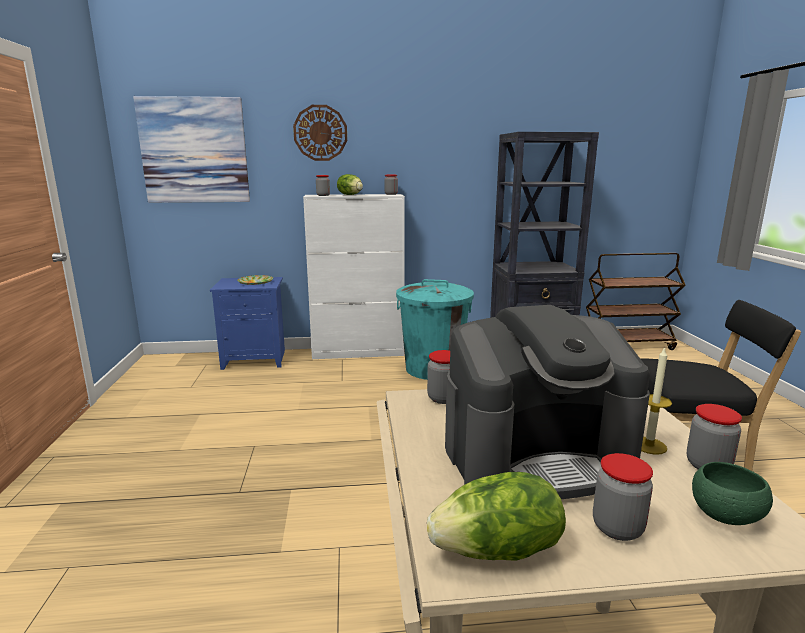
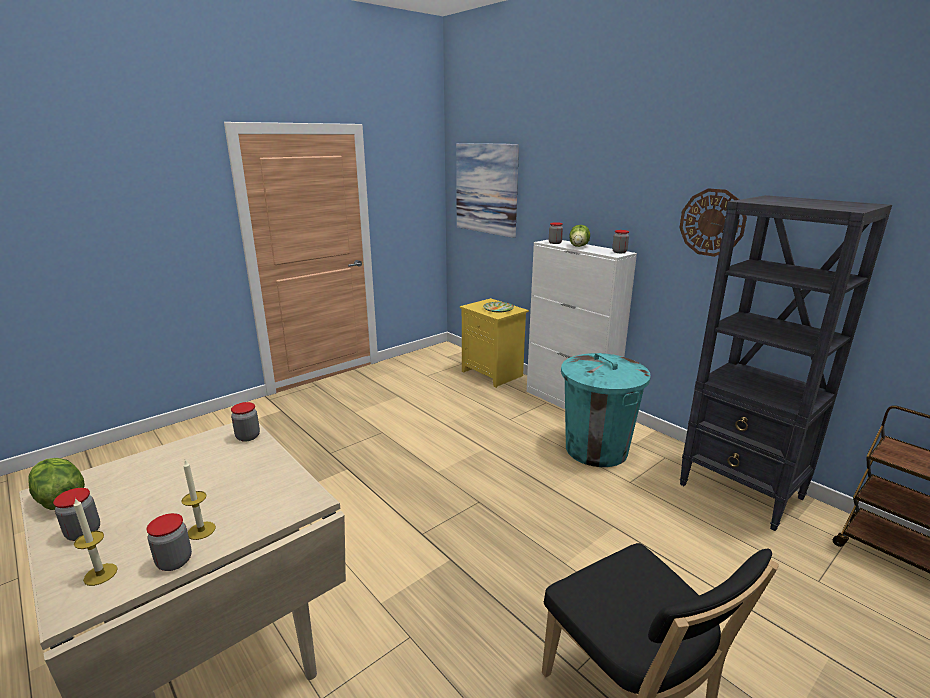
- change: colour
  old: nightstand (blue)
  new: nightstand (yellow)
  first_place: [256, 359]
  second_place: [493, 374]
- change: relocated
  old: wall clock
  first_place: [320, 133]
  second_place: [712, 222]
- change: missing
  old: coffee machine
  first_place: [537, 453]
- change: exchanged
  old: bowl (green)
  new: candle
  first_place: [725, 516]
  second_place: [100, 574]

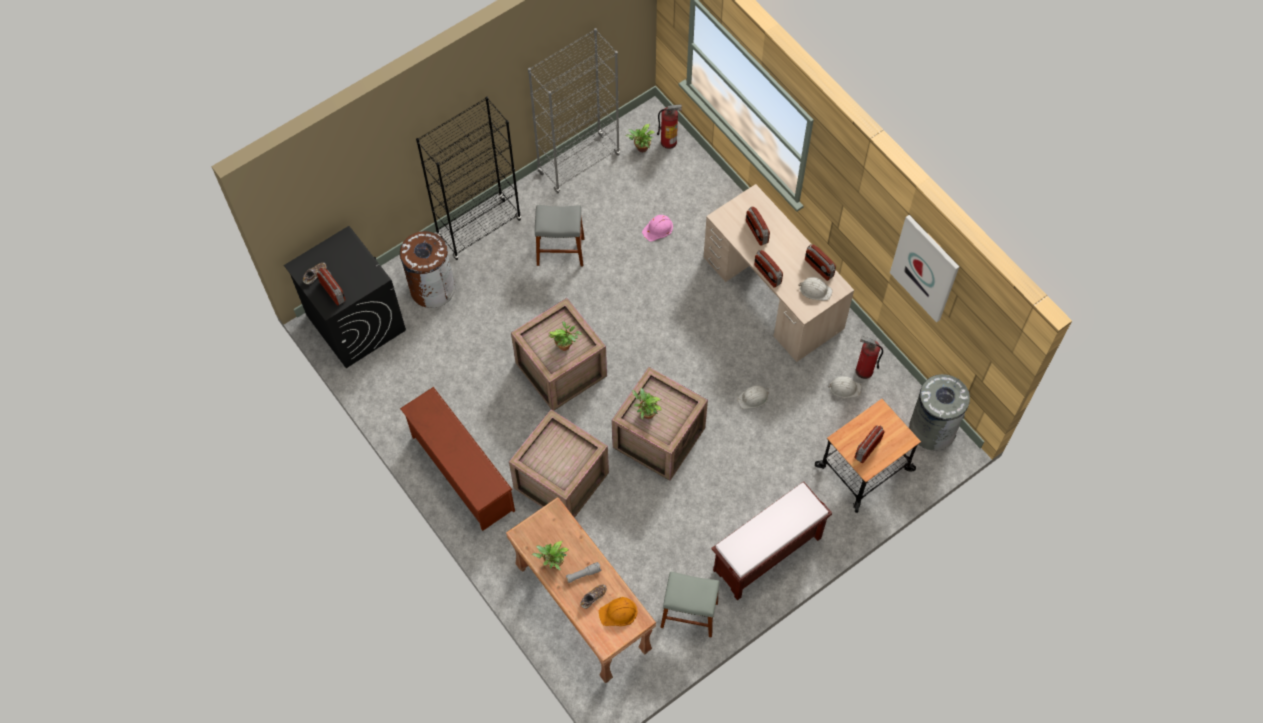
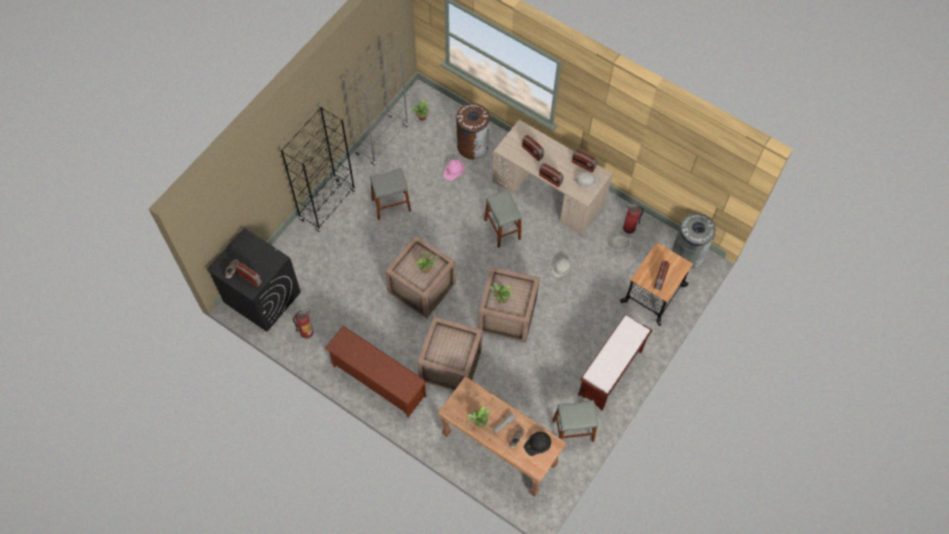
- change: relocated
  old: trash can (brown)
  first_place: [432, 288]
  second_place: [472, 146]
- change: colour
  old: hard hat (orange)
  new: hard hat (black)
  first_place: [618, 612]
  second_place: [538, 443]
- change: relocated
  old: fire extinguisher
  first_place: [669, 141]
  second_place: [306, 332]
- change: missing
  old: picture
  first_place: [925, 268]
- change: appeared
  new: stool (grey)
  second_place: [502, 229]

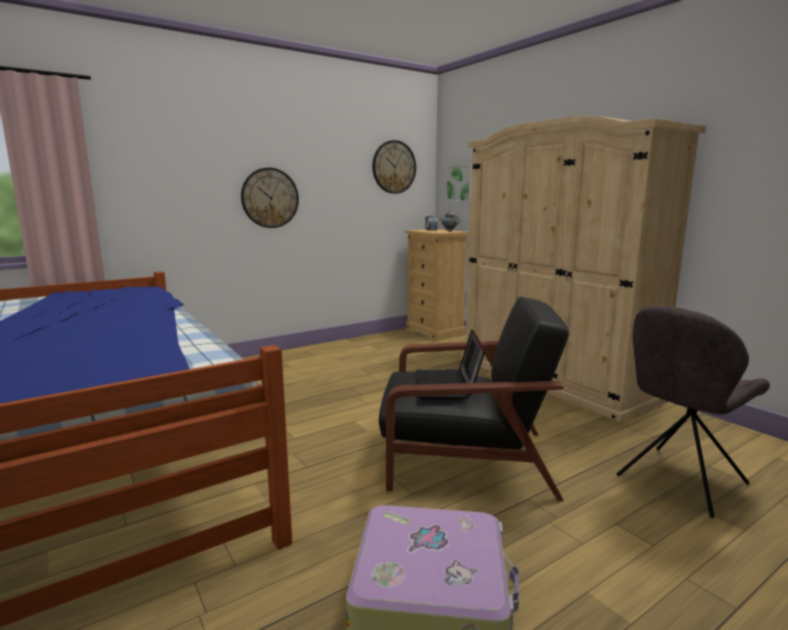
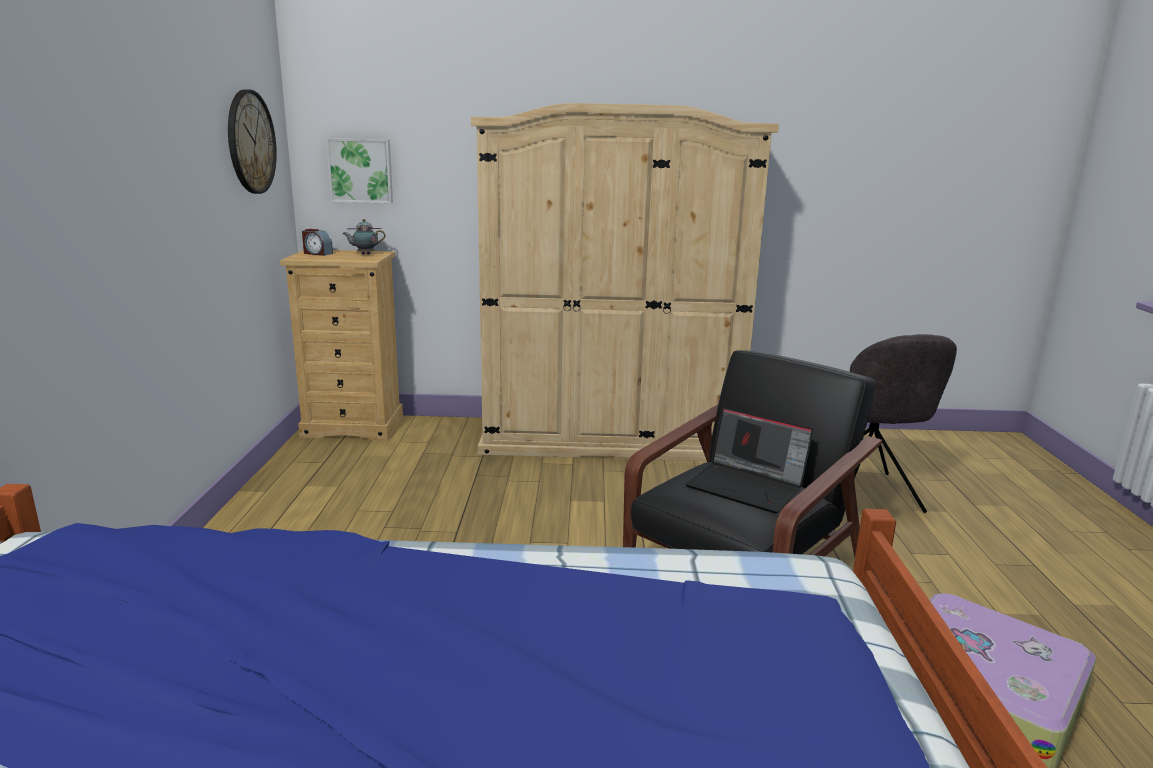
- change: missing
  old: wall clock
  first_place: [270, 198]

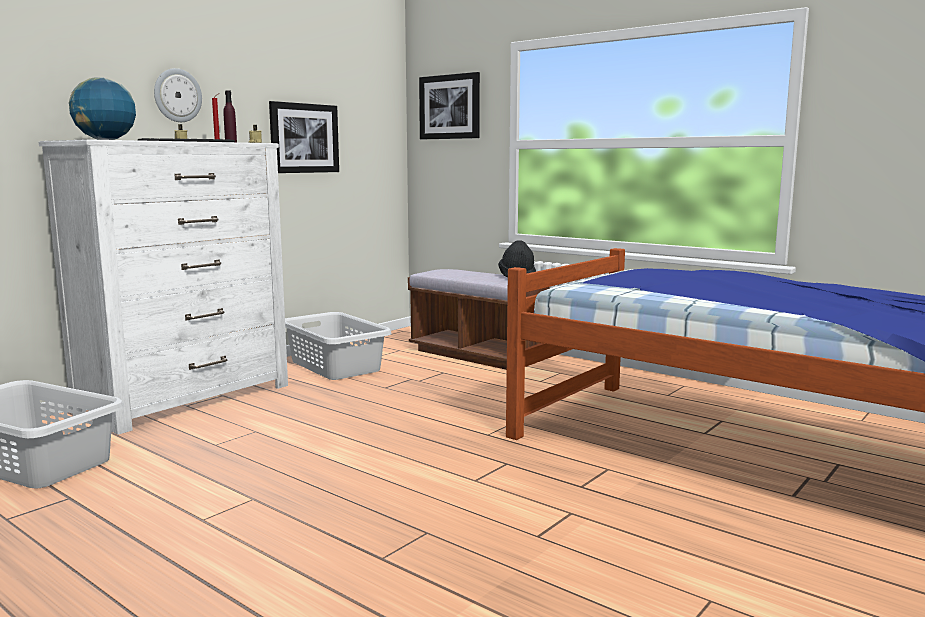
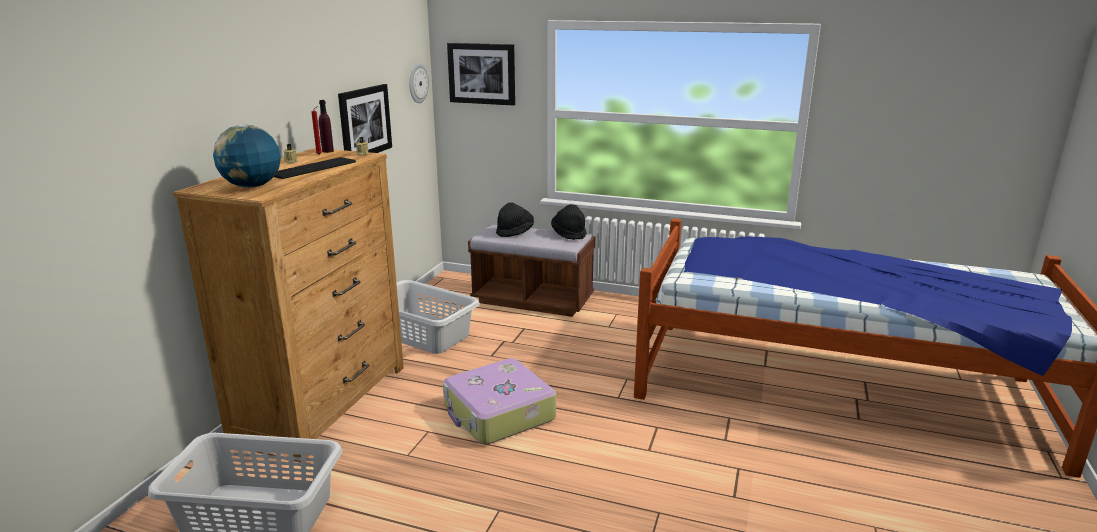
- change: colour
  old: dresser (white)
  new: dresser (brown)
  first_place: [186, 398]
  second_place: [323, 401]
- change: relocated
  old: wall clock
  first_place: [177, 95]
  second_place: [418, 83]
- change: appeared
  new: suitcase
  second_place: [498, 414]
- change: appeared
  new: hat (black)
  second_place: [515, 232]

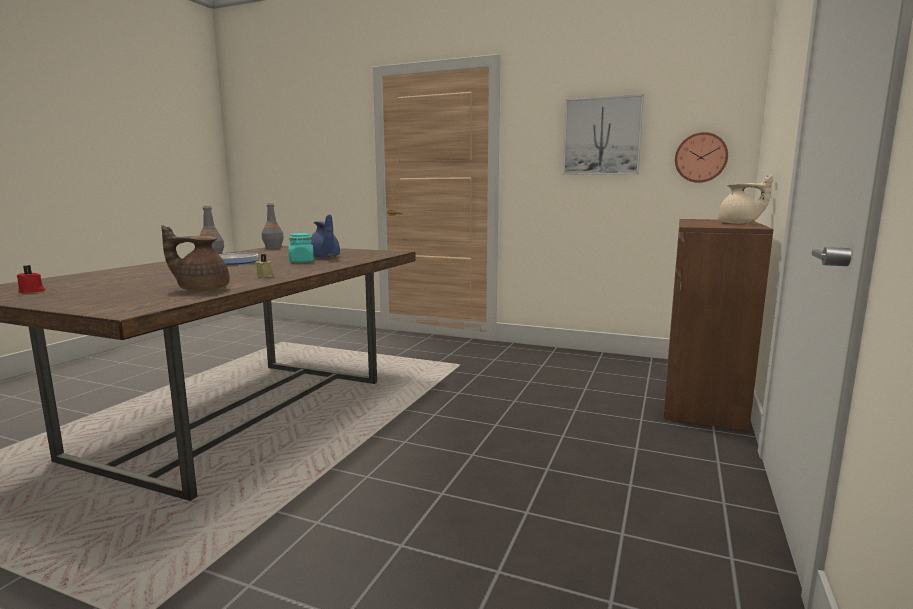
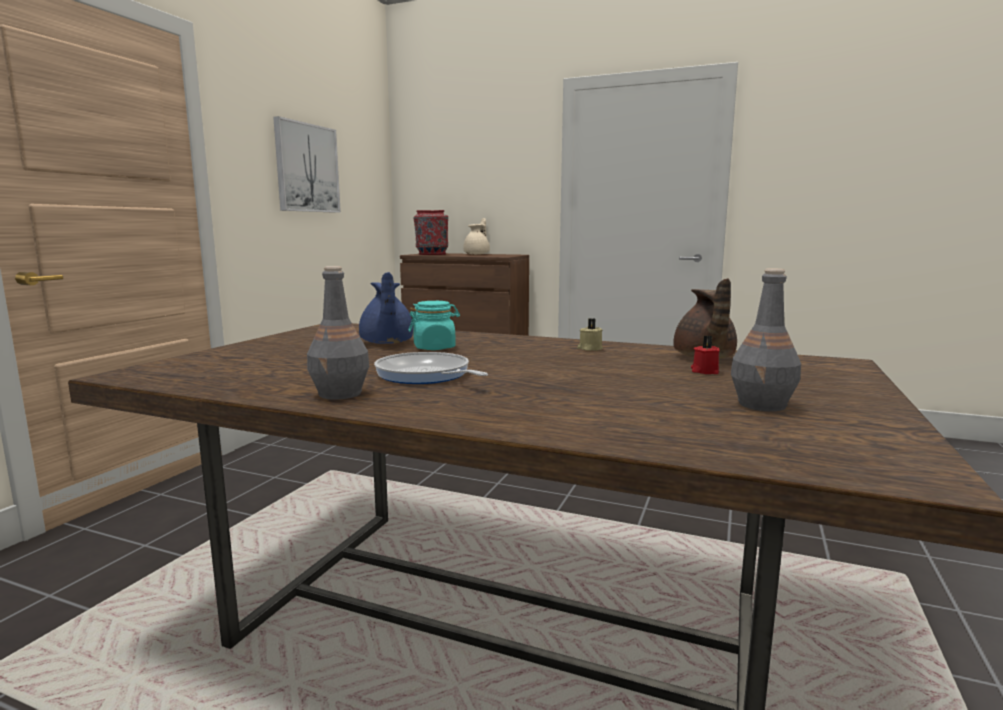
- change: relocated
  old: candle (red)
  first_place: [32, 291]
  second_place: [704, 371]
- change: relocated
  old: bottle (grey)
  first_place: [273, 247]
  second_place: [763, 405]
- change: spun
  old: teapot (blue)
  first_place: [324, 257]
  second_place: [386, 343]
  degrees: 105
- change: missing
  old: wall clock
  first_place: [700, 157]
- change: appeared
  new: vase (red)
  second_place: [431, 254]

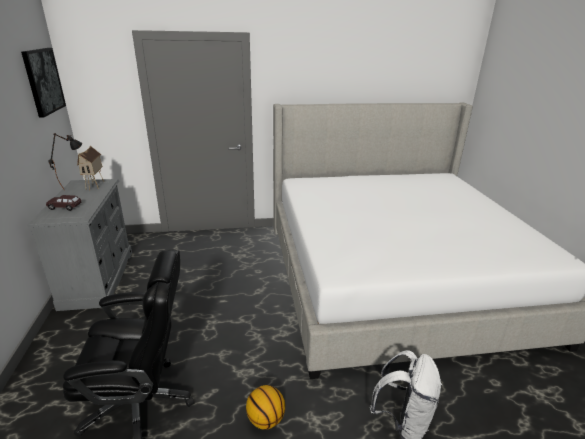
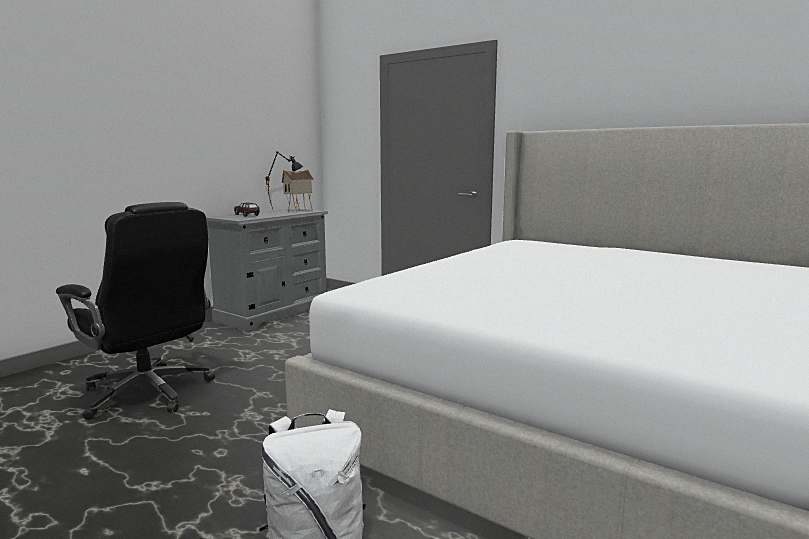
- change: missing
  old: picture
  first_place: [43, 81]
- change: missing
  old: basketball
  first_place: [265, 419]

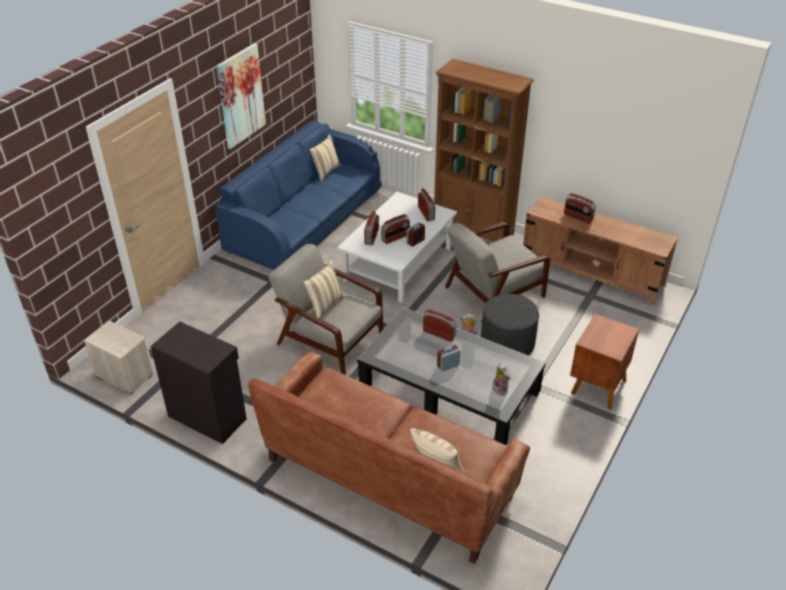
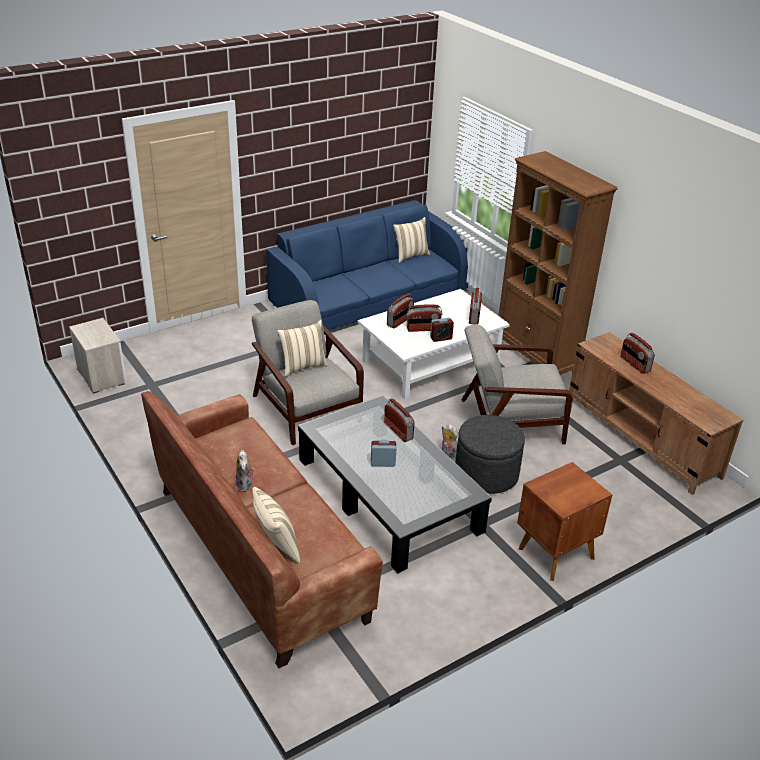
- change: missing
  old: cabinet (black)
  first_place: [207, 416]
- change: missing
  old: picture
  first_place: [241, 96]
- change: relocated
  old: plush toy
  first_place: [501, 390]
  second_place: [245, 485]

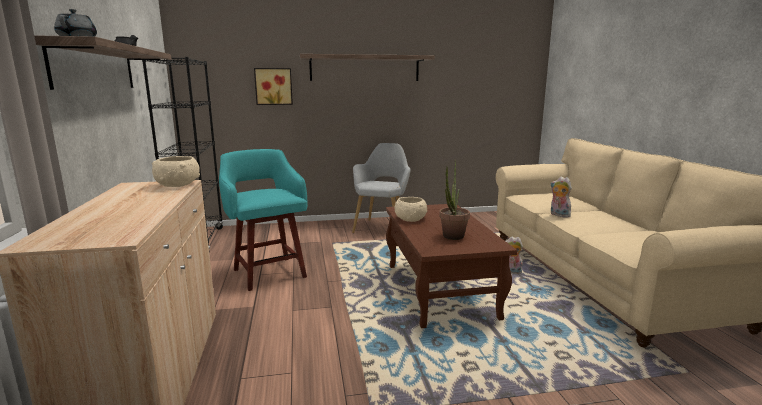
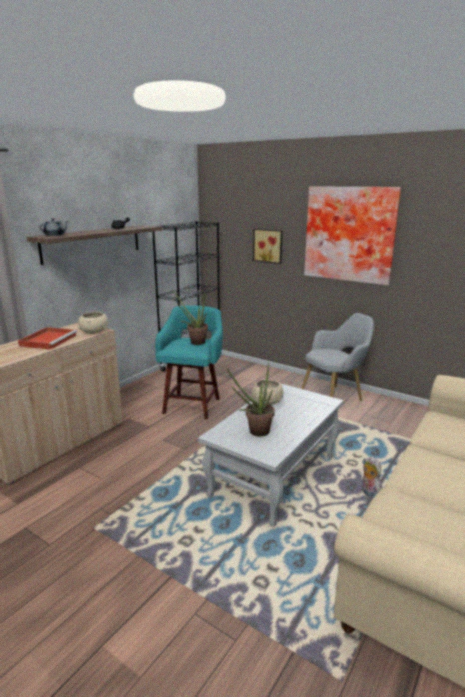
- change: exchanged
  old: shelf
  new: picture
  first_place: [365, 68]
  second_place: [350, 234]
- change: colour
  old: coffee table (brown)
  new: coffee table (white)
  first_place: [439, 291]
  second_place: [273, 476]
- change: missing
  old: plush toy
  first_place: [558, 215]
- change: appeared
  new: tray (red)
  second_place: [49, 340]
- change: appeared
  new: potted plant
  second_place: [194, 342]

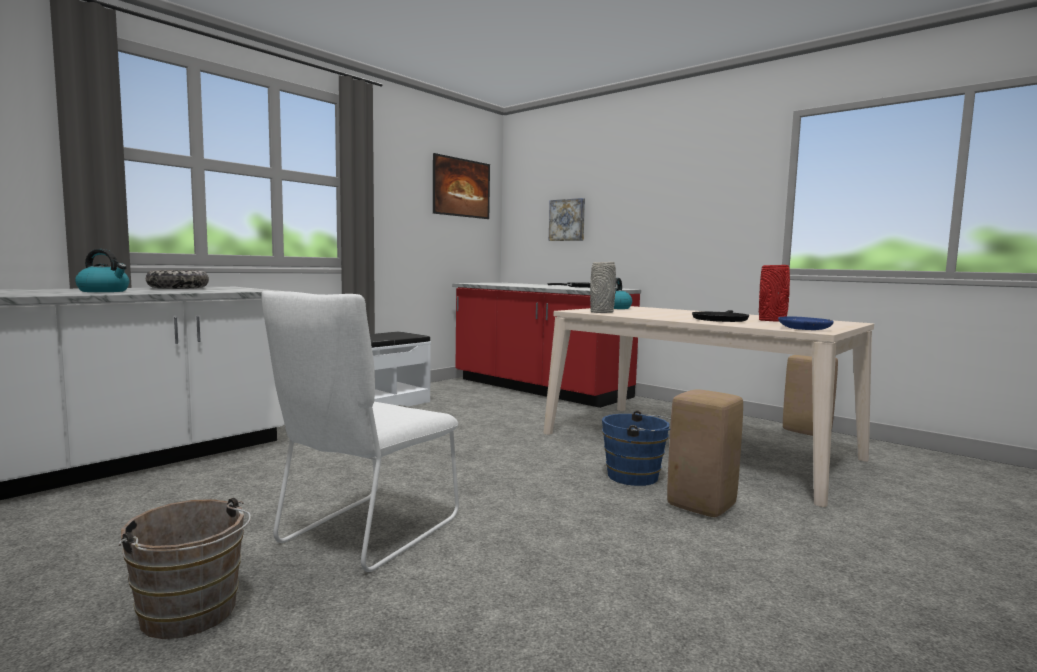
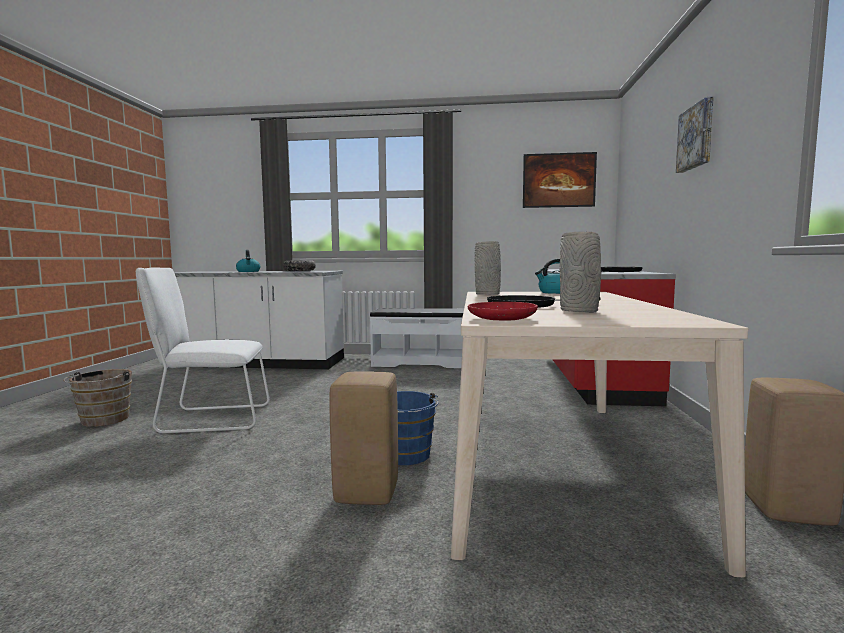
- change: relocated
  old: picture
  first_place: [567, 220]
  second_place: [697, 137]
- change: colour
  old: vase (red)
  new: vase (grey)
  first_place: [772, 321]
  second_place: [580, 311]
- change: colour
  old: plate (blue)
  new: plate (red)
  first_place: [804, 329]
  second_place: [502, 319]

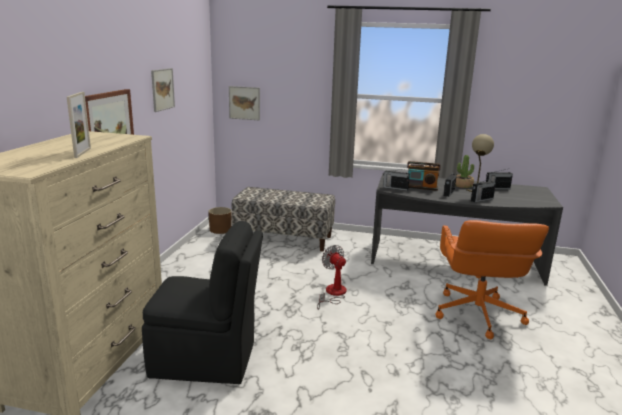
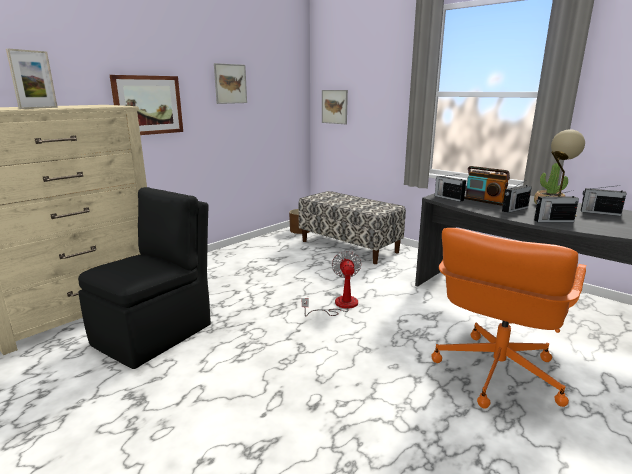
- change: spun
  old: chair (black)
  first_place: [206, 360]
  second_place: [155, 333]
  degrees: -90

